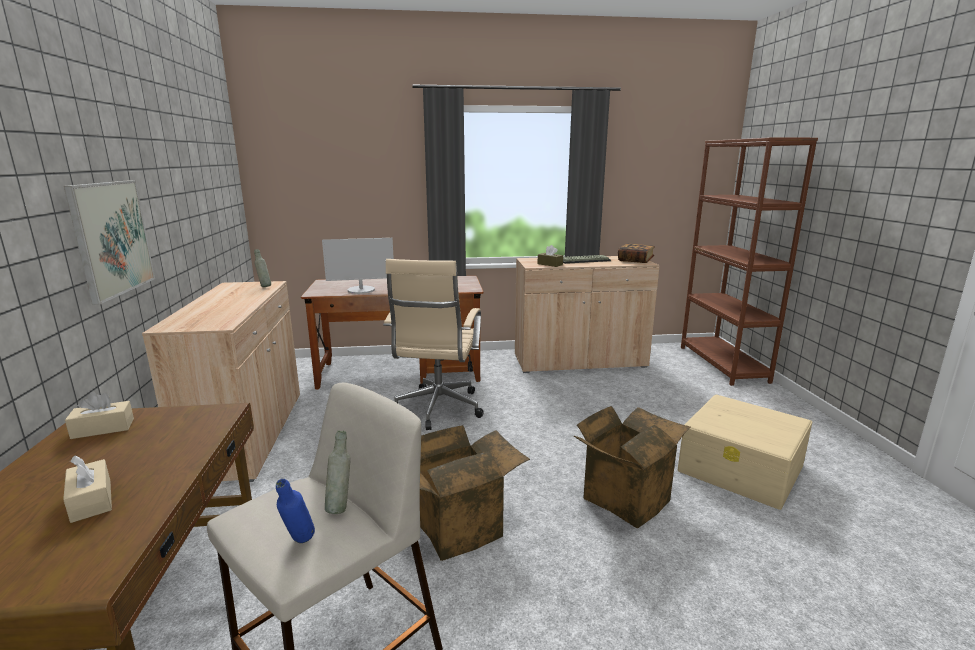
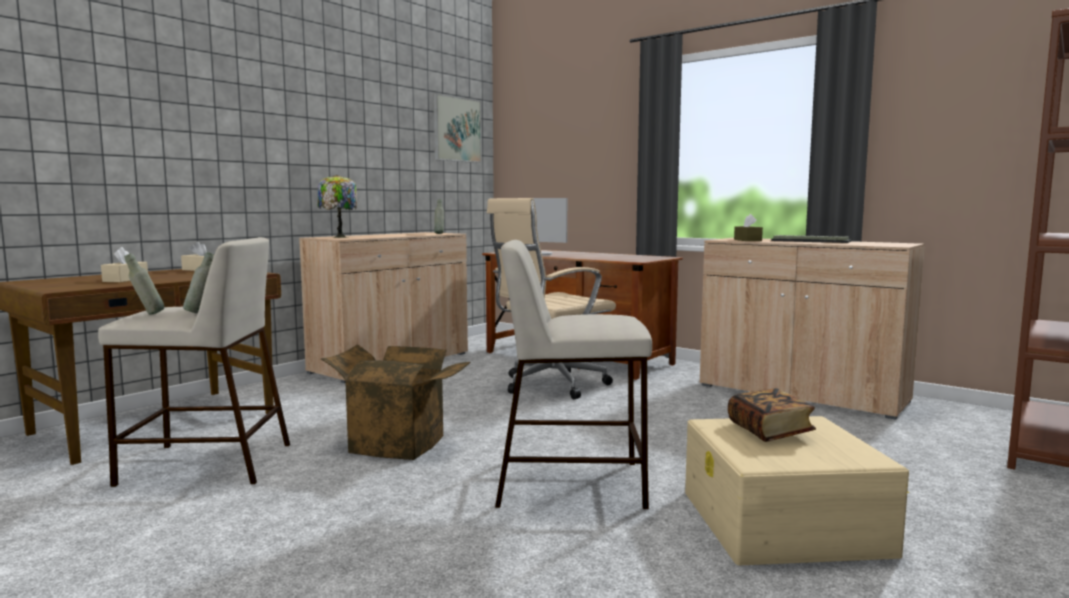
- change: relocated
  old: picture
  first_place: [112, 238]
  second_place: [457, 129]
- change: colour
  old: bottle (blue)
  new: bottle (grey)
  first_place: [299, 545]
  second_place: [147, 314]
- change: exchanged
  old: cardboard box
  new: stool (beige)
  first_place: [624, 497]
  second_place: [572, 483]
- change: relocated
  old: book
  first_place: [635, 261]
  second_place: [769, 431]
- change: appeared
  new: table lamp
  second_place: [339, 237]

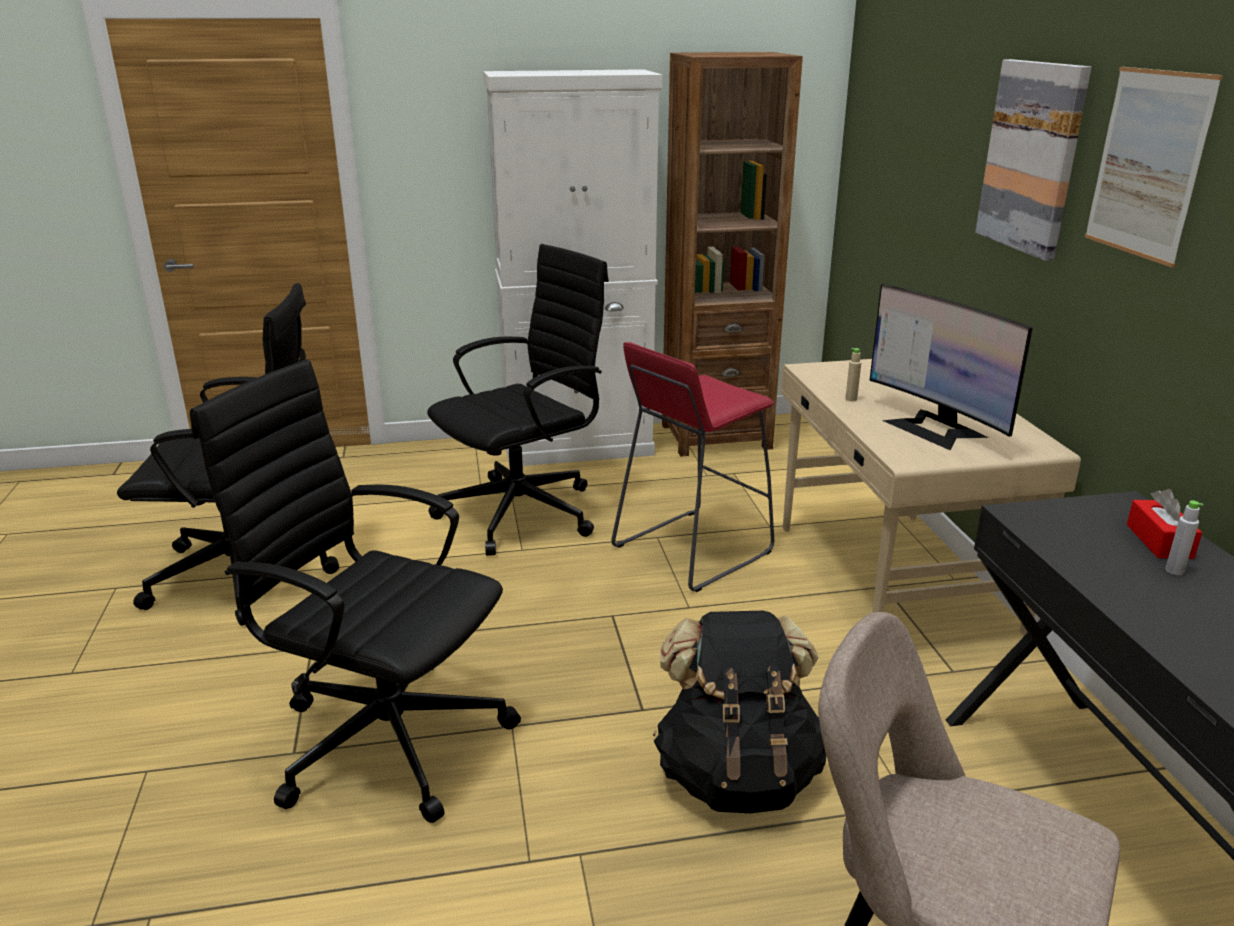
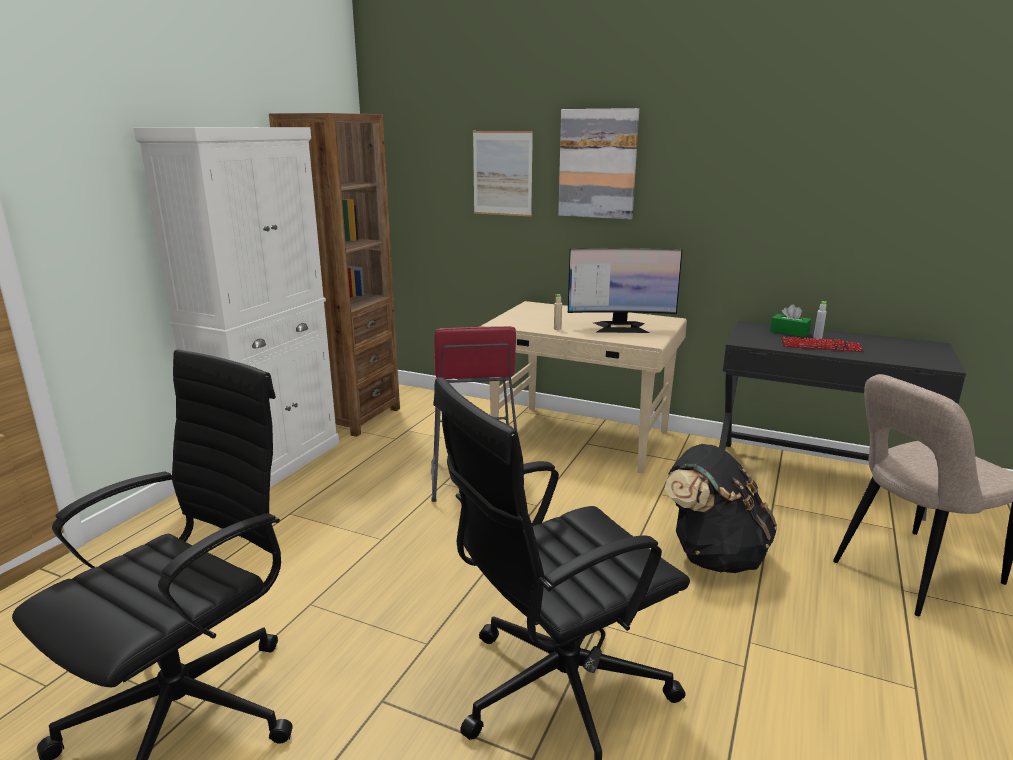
- change: missing
  old: office chair (black)
  first_place: [524, 512]
- change: relocated
  old: picture
  first_place: [1148, 164]
  second_place: [502, 173]
- change: colour
  old: tissue box (red)
  new: tissue box (green)
  first_place: [1159, 541]
  second_place: [789, 332]
- change: appeared
  new: keyboard
  second_place: [820, 346]

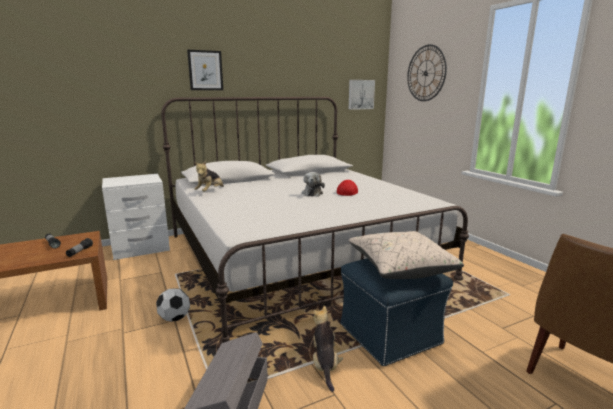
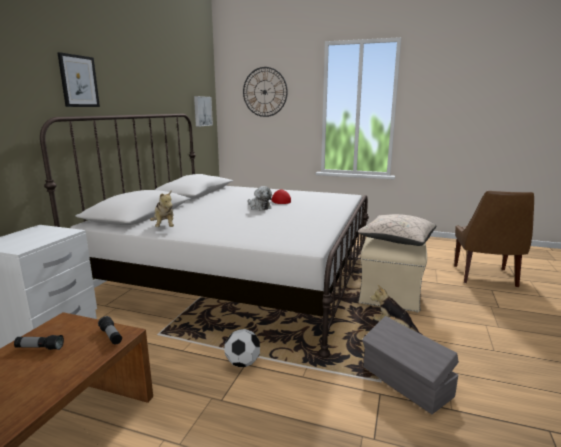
- change: colour
  old: ottoman (blue)
  new: ottoman (beige)
  first_place: [391, 334]
  second_place: [390, 295]

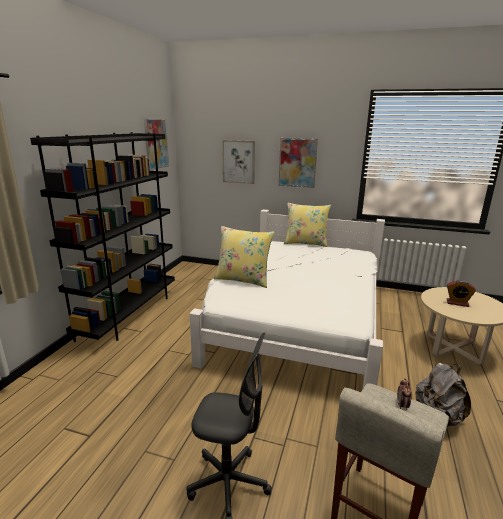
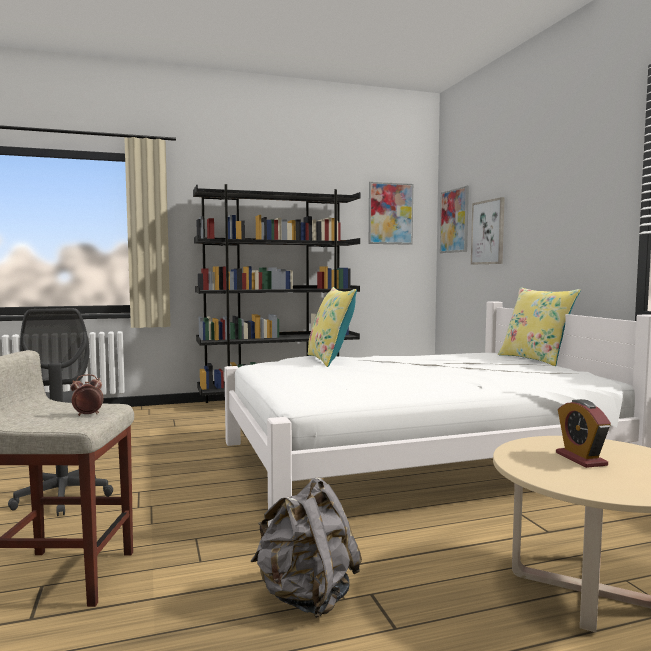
- change: relocated
  old: picture
  first_place: [297, 162]
  second_place: [454, 221]

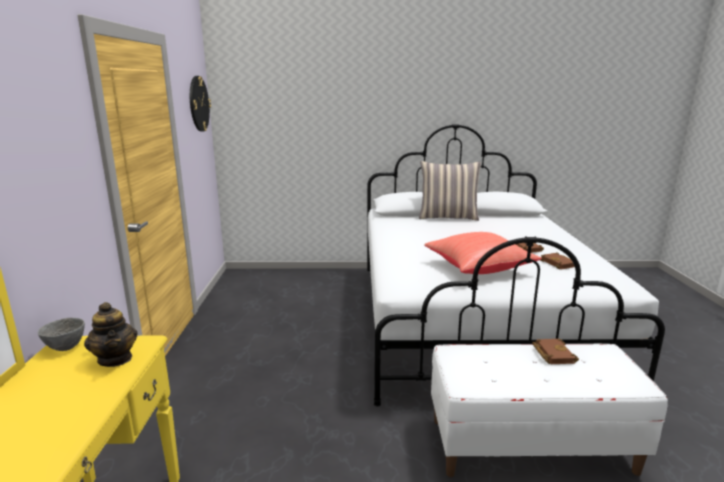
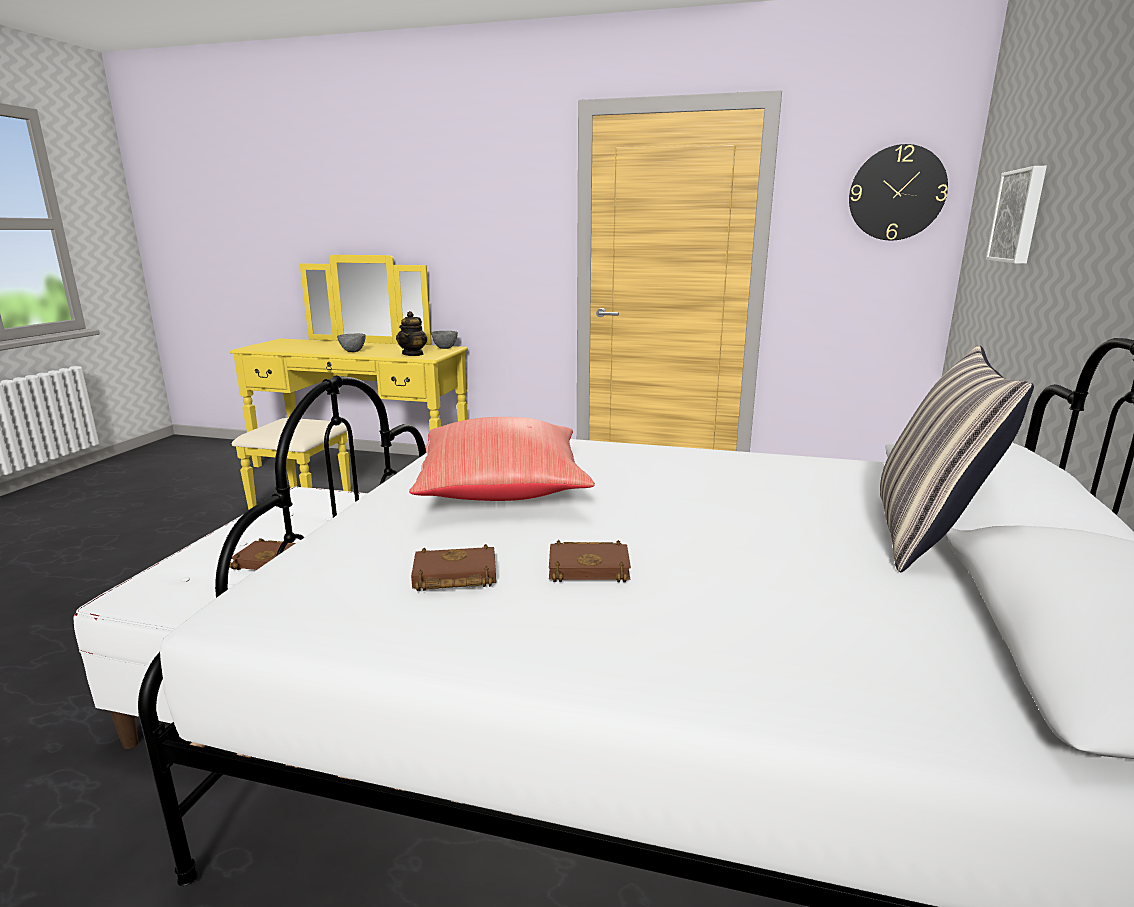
- change: spun
  old: teapot
  first_place: [115, 359]
  second_place: [413, 354]
  degrees: -60
- change: appeared
  new: bowl (grey)
  second_place: [352, 351]
- change: appeared
  new: picture
  second_place: [1019, 216]

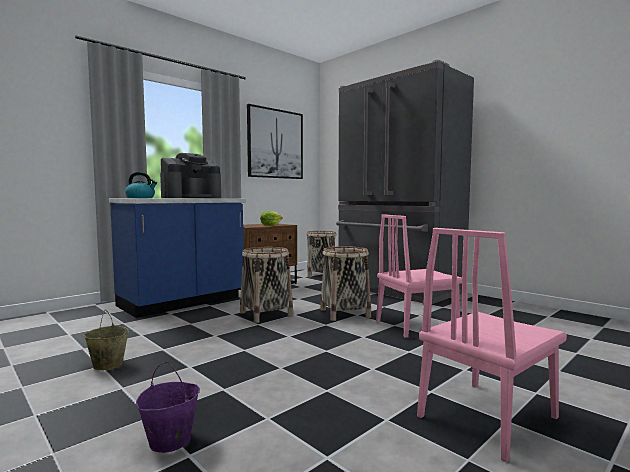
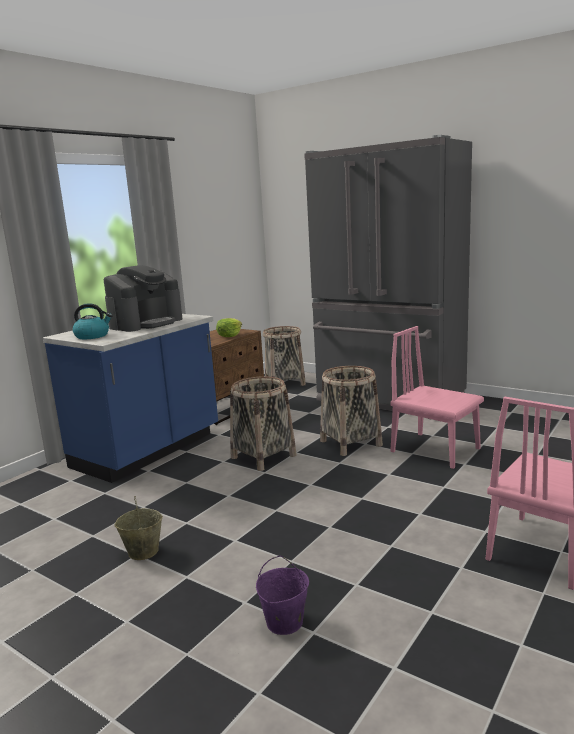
- change: missing
  old: picture
  first_place: [275, 144]
- change: spun
  old: chair (pink)
  first_place: [417, 325]
  second_place: [435, 450]
  degrees: 75

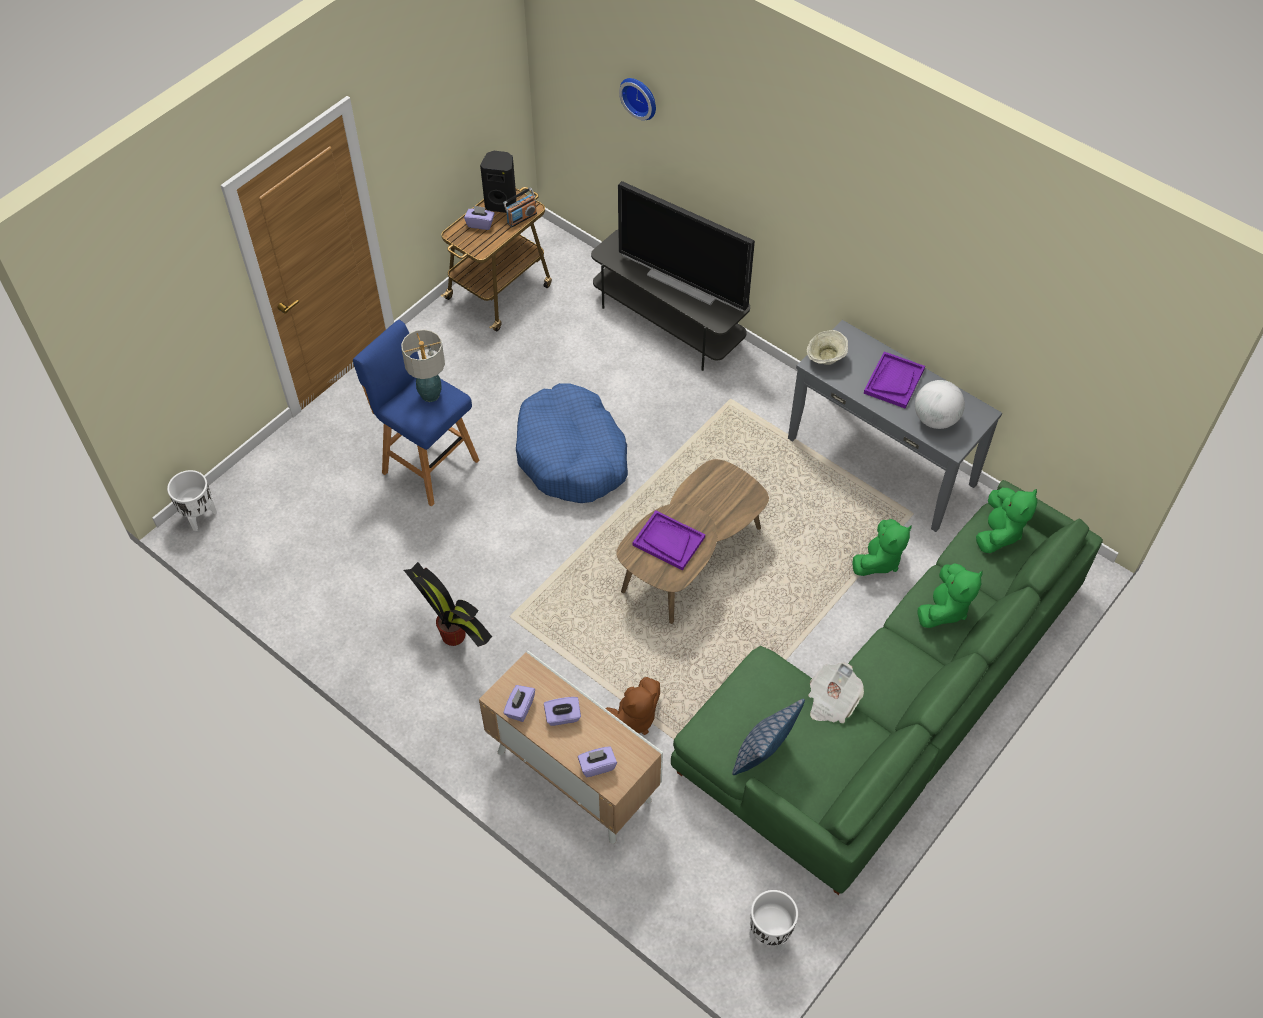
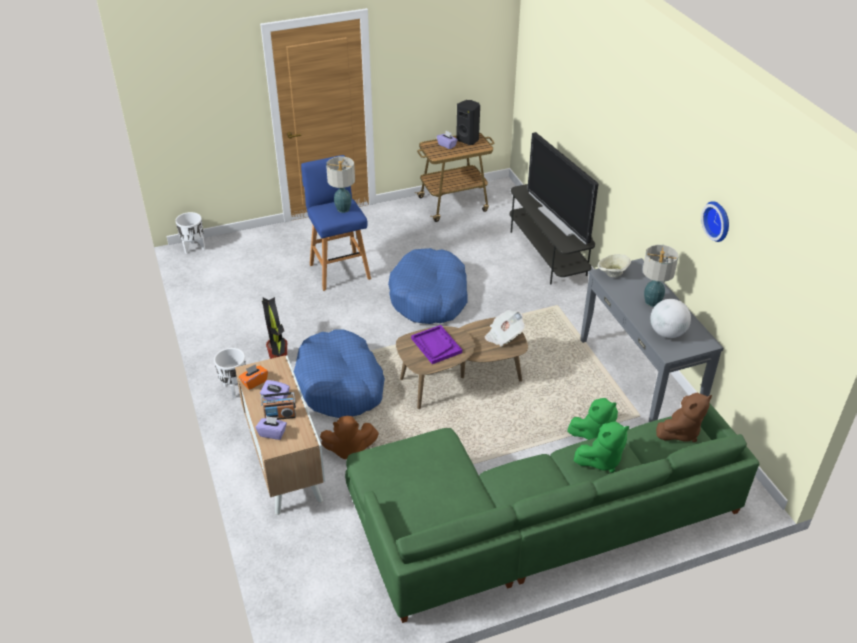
- change: relocated
  old: radio
  first_place: [521, 218]
  second_place: [280, 416]
- change: colour
  old: tissue box (purple)
  new: tissue box (orange)
  first_place: [520, 708]
  second_place: [254, 382]
- change: relocated
  old: wall clock
  first_place: [640, 97]
  second_place: [718, 220]
- change: missing
  old: pillow
  first_place: [764, 752]
- change: relocated
  old: planter (white)
  first_place: [769, 935]
  second_place: [235, 389]
- change: relocated
  old: newspaper
  first_place: [831, 701]
  second_place: [503, 336]
- change: exchanged
  old: tray (purple)
  new: table lamp
  first_place: [894, 381]
  second_place: [652, 302]
- change: colour
  old: plush toy (green)
  new: plush toy (brown)
  first_place: [999, 532]
  second_place: [680, 432]
- change: appeared
  new: dog bed (blue)
  second_place: [340, 385]

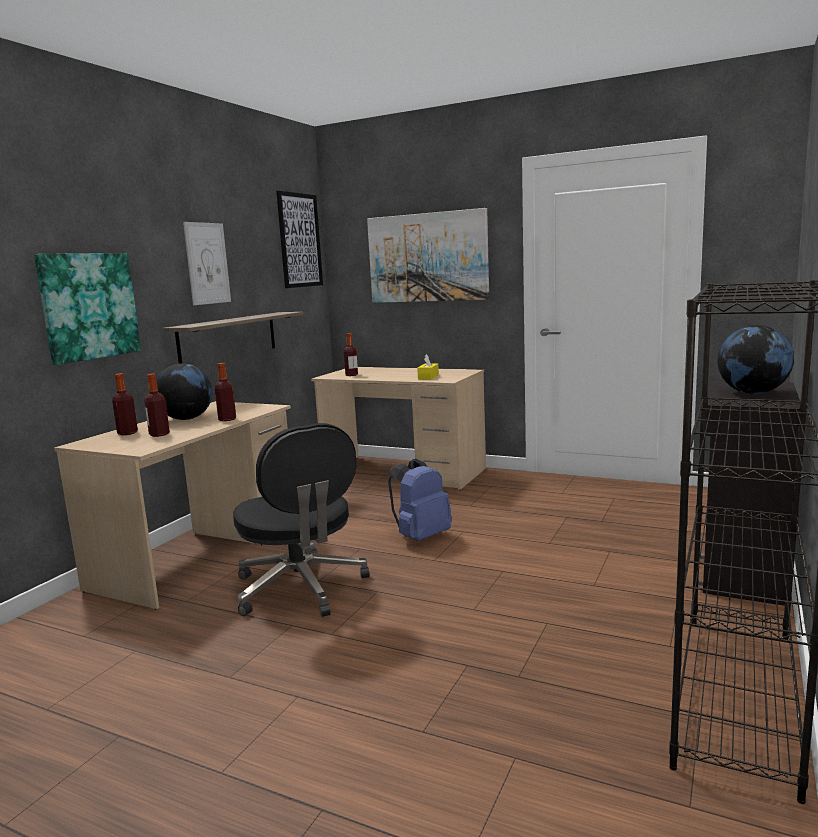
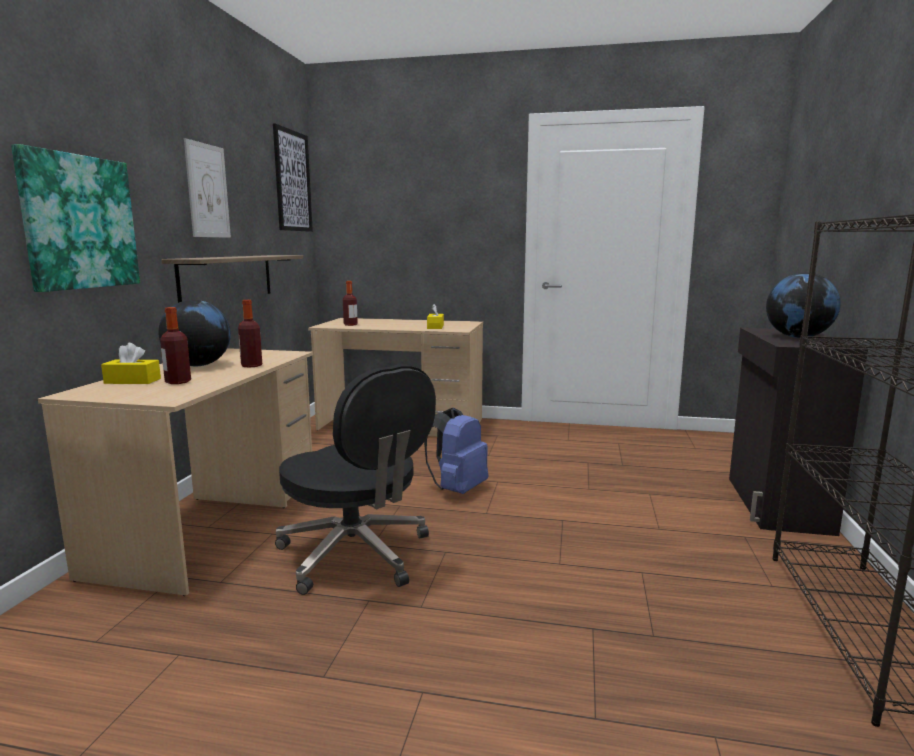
- change: exchanged
  old: bottle
  new: tissue box (yellow)
  first_place: [127, 433]
  second_place: [132, 381]
- change: missing
  old: picture
  first_place: [427, 257]

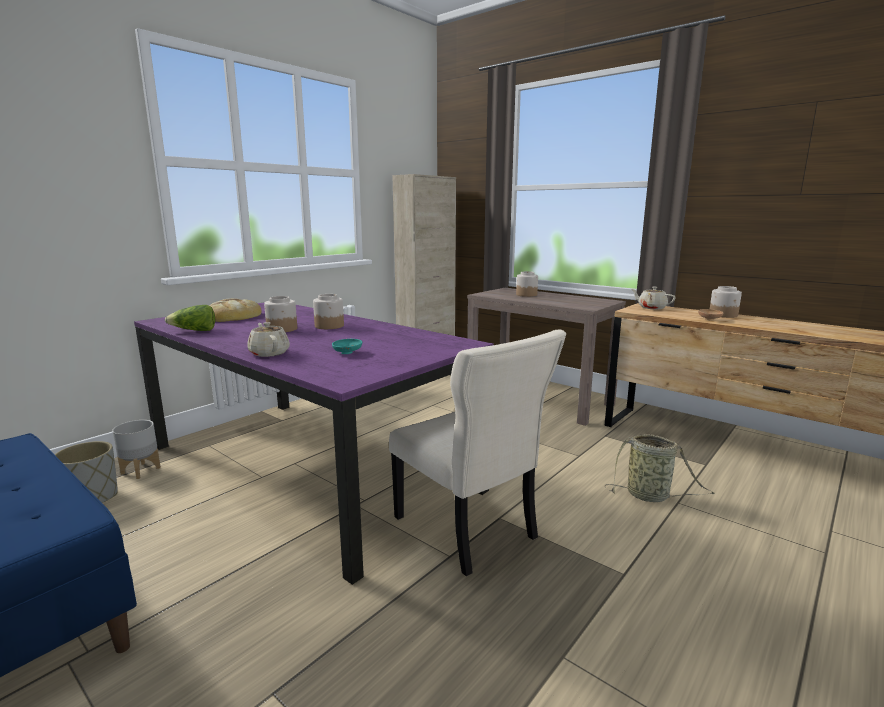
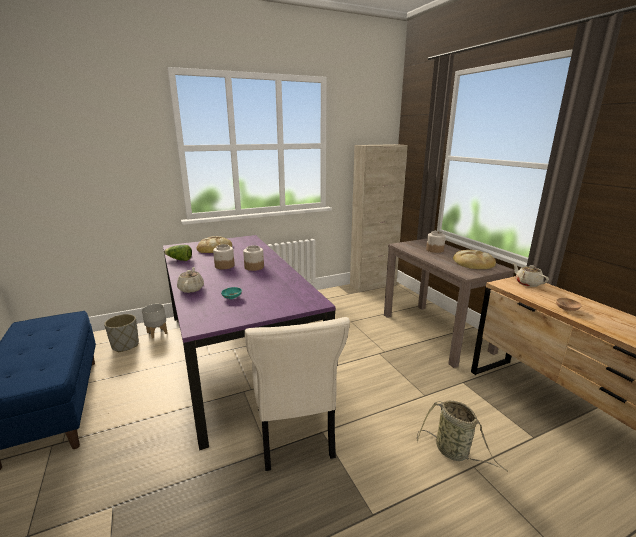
- change: missing
  old: jar
  first_place: [723, 315]
- change: appeared
  new: bread
  second_place: [473, 263]

